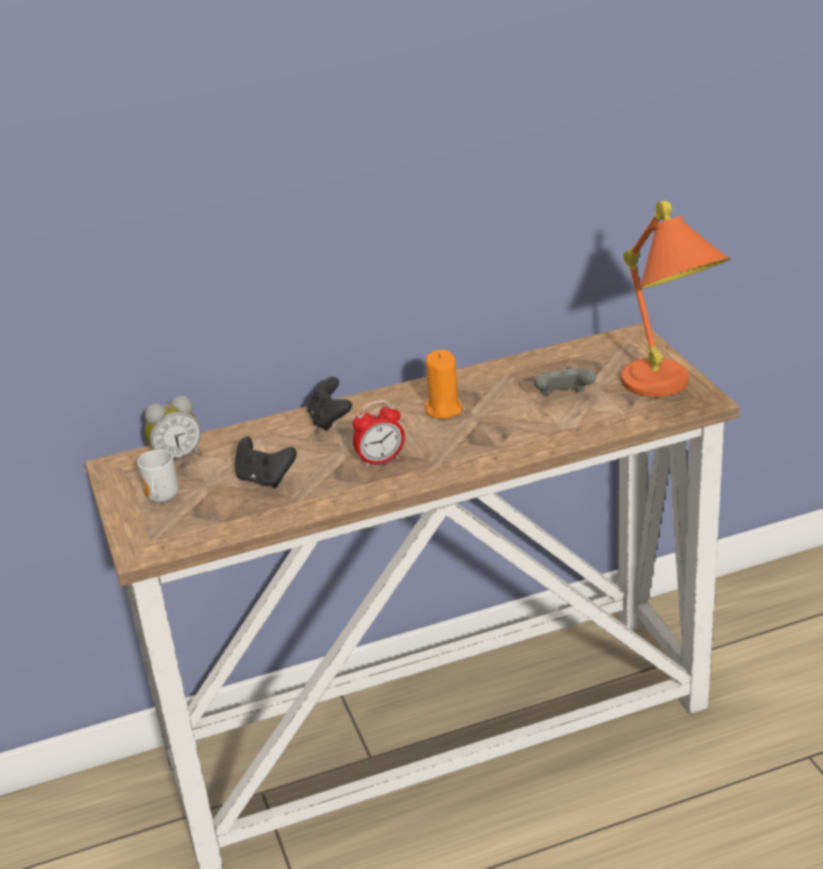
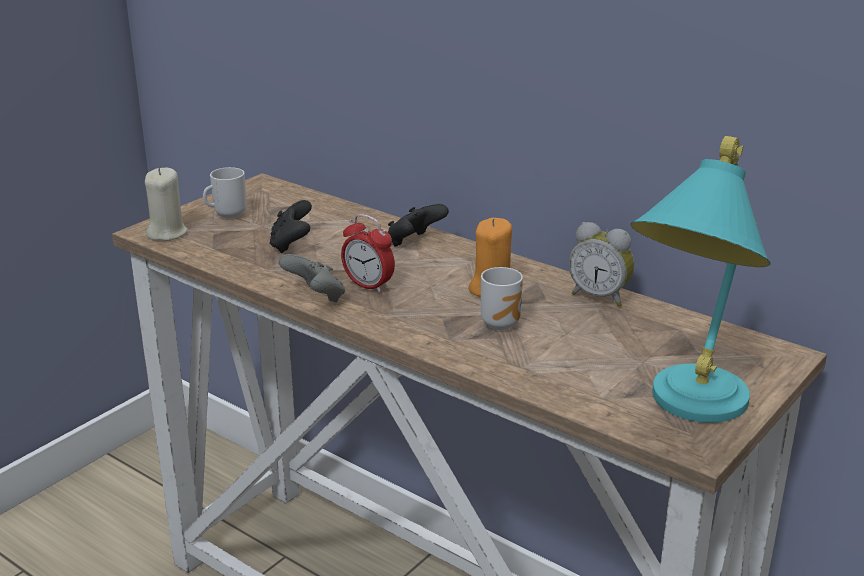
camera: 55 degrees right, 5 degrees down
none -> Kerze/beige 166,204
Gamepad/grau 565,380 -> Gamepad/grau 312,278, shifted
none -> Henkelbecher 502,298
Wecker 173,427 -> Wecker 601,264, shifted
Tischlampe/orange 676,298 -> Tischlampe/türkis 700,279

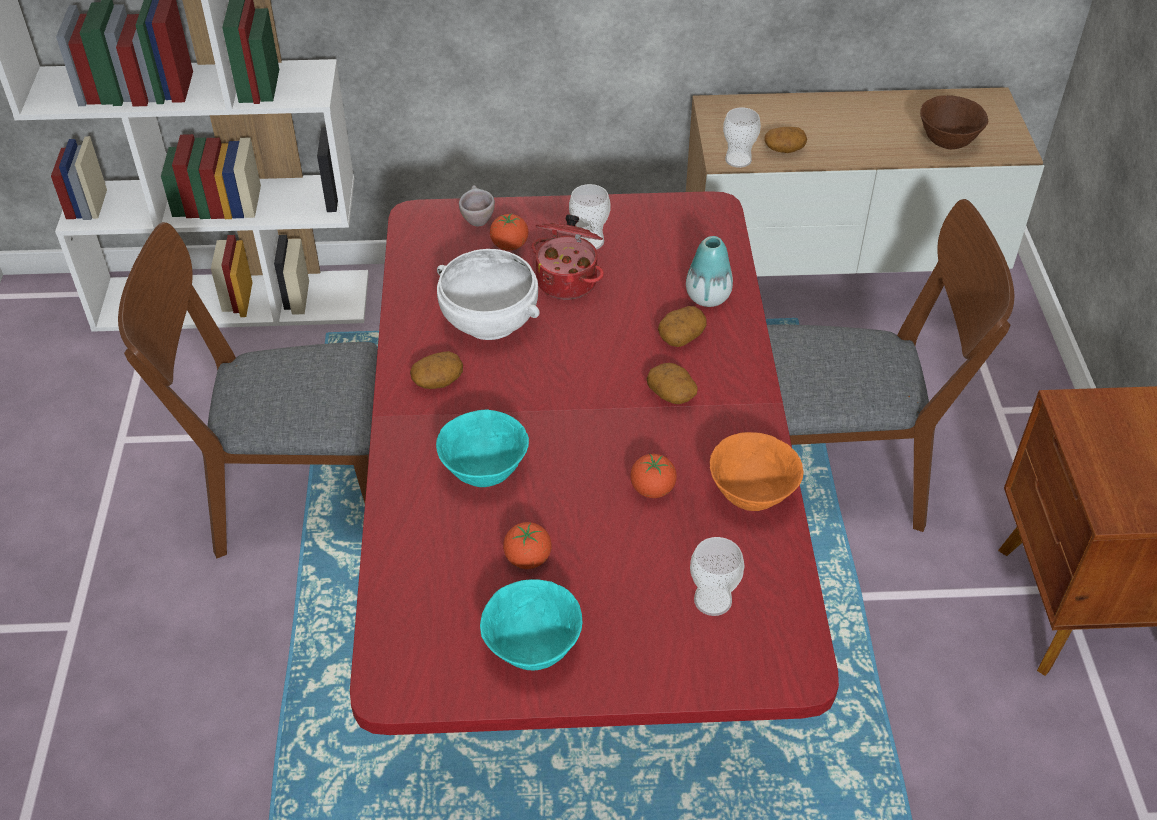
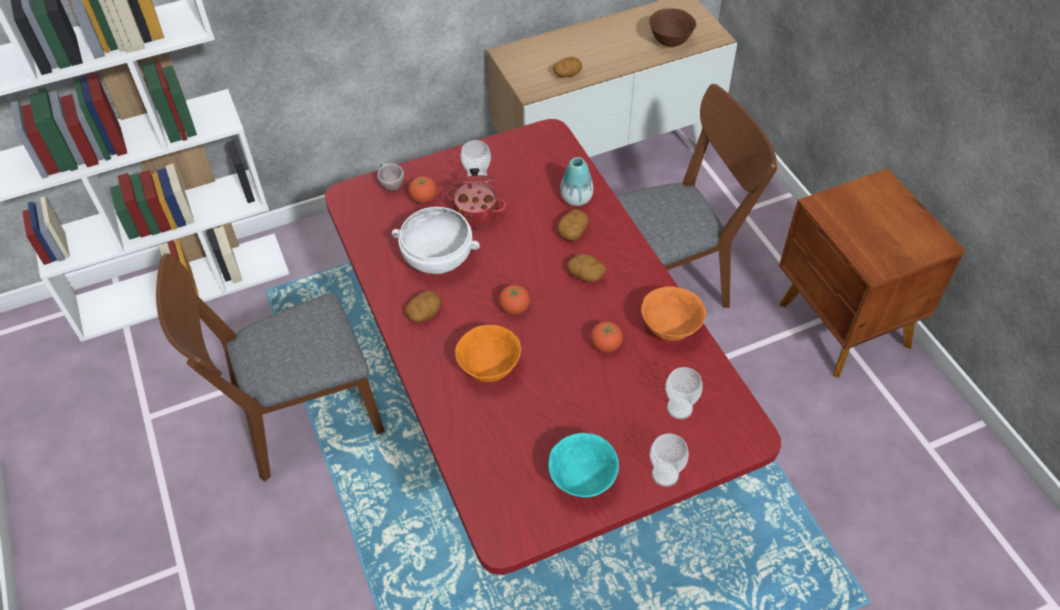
camera: 20 degrees left, 5 degrees up
Schüssel/türkis 482,448 -> Schüssel/orange 488,353
Tomate 527,545 -> Tomate 514,300, shifted
Tasse 742,137 -> Tasse 669,460, shifted

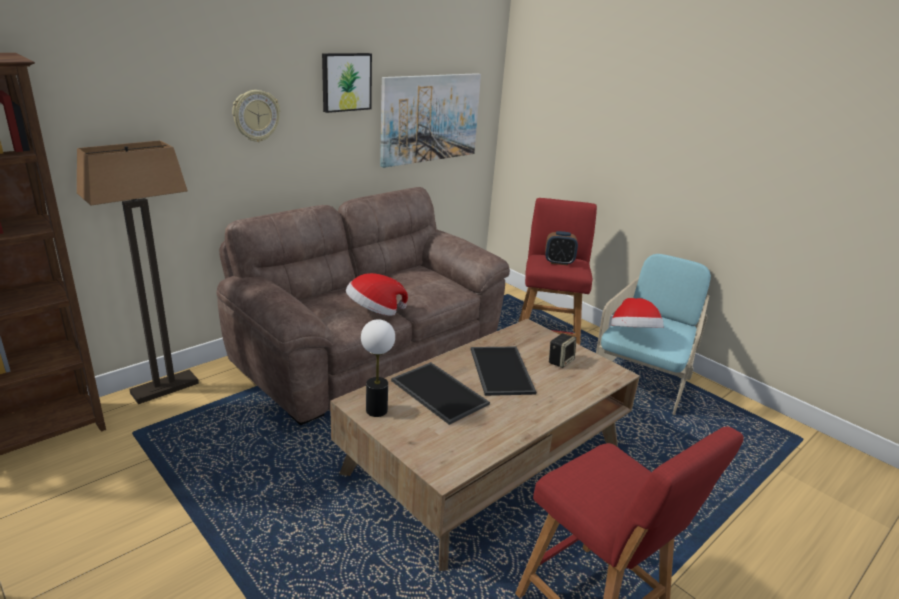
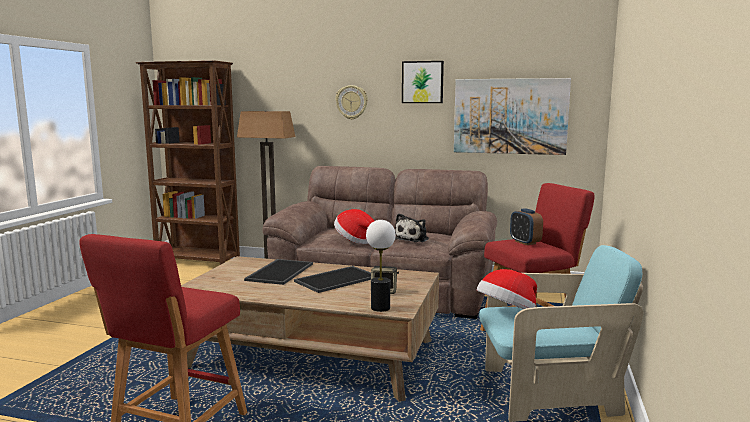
camera: 60 degrees right, 15 degrees down
Tischlampe 378,368 -> Tischlampe 381,266, shifted
none -> Plüschtier 412,227

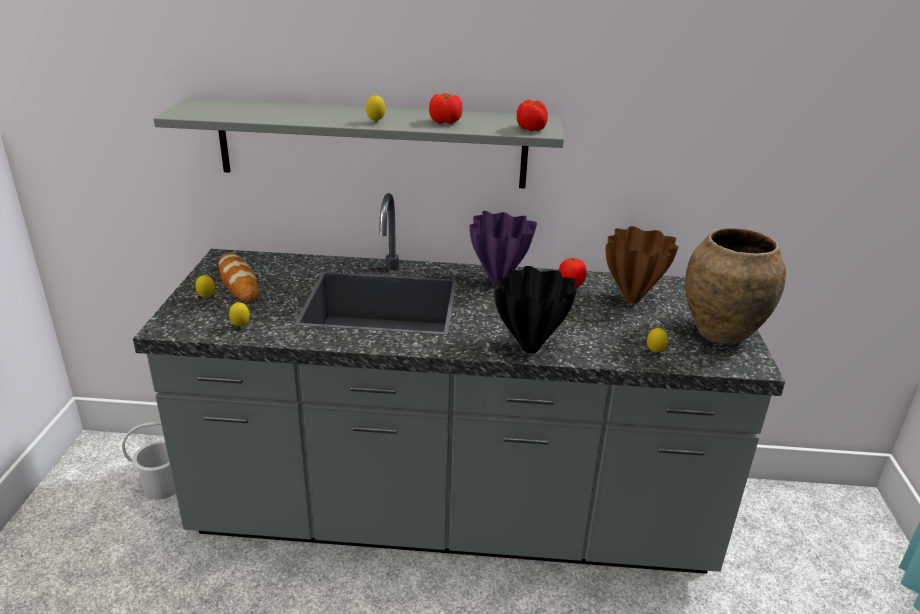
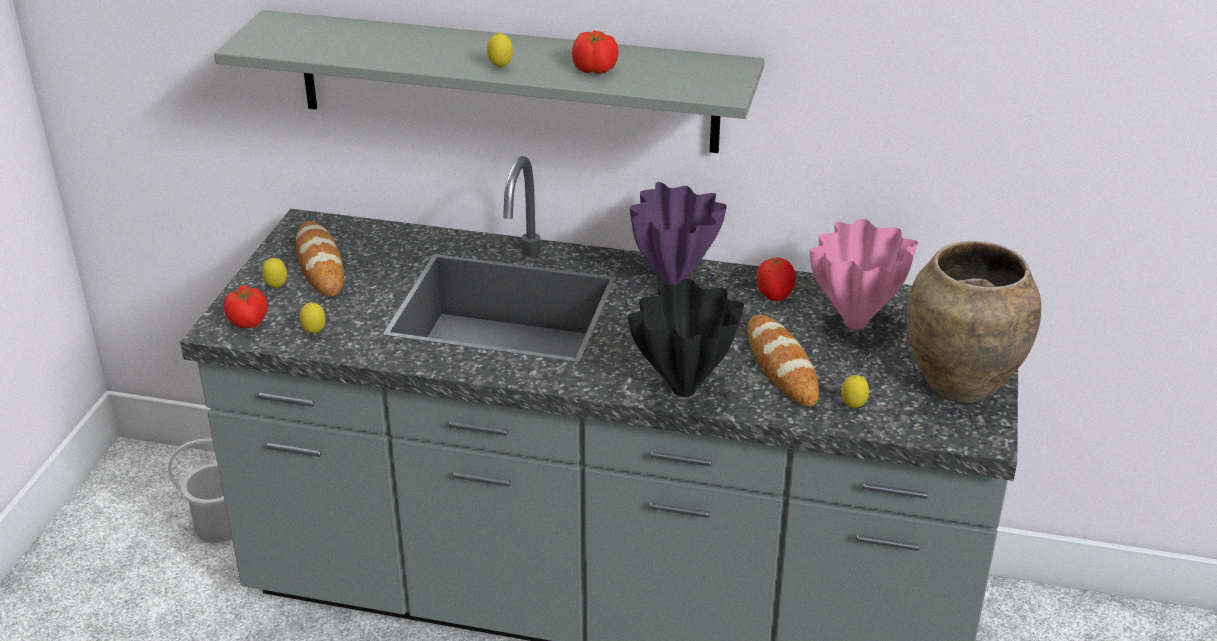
camera: 10 degrees right, 5 degrees up
Tomate 532,115 -> Tomate 245,307, shifted
none -> Brot 783,361
Vase/braun 642,264 -> Vase/rosa 864,274

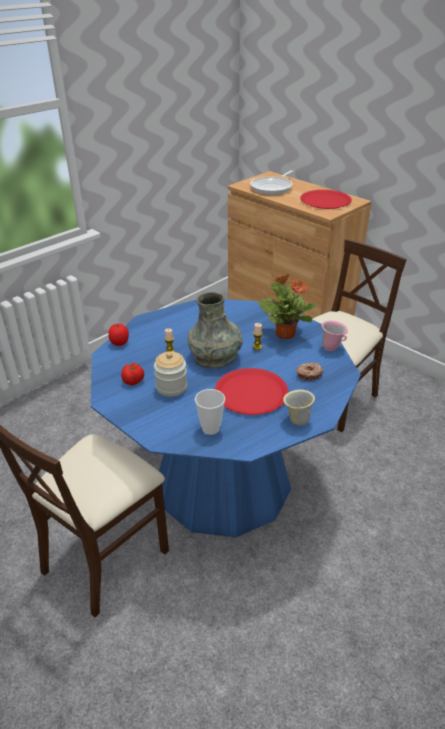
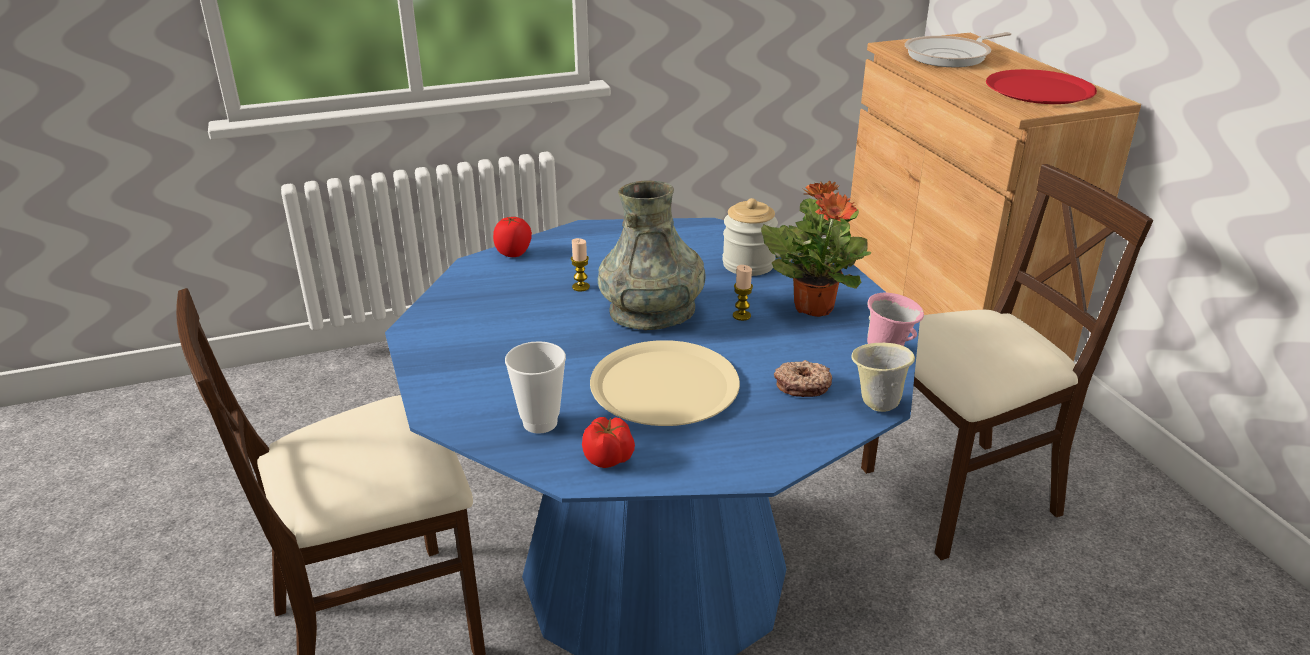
camera: 25 degrees right, 5 degrees down
Tomate 132,374 -> Tomate 608,442, shifted
Teller/rot 252,391 -> Teller/beige 665,383
Vorratsglas 170,374 -> Vorratsglas 750,237, shifted
Henkelbecher/beige 299,407 -> Henkelbecher/beige 883,377, shifted

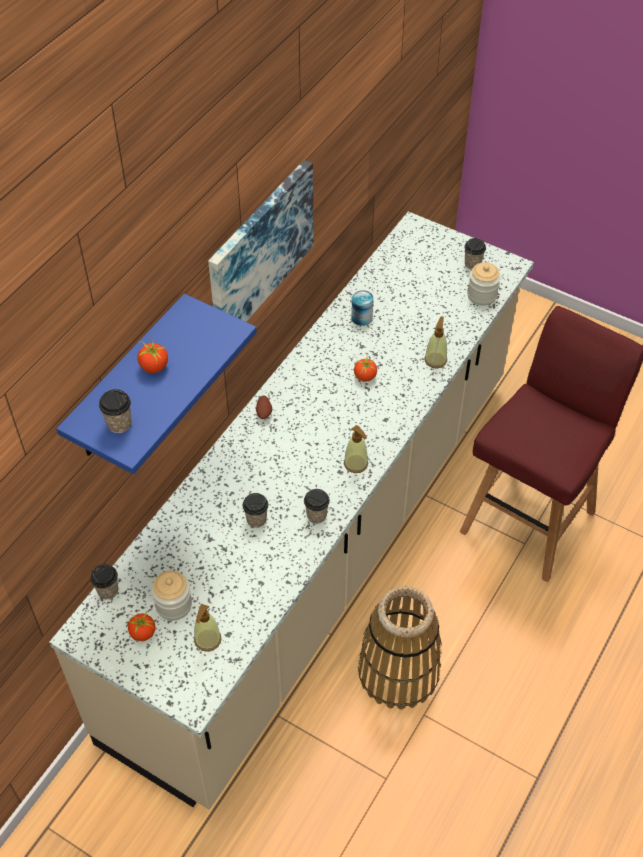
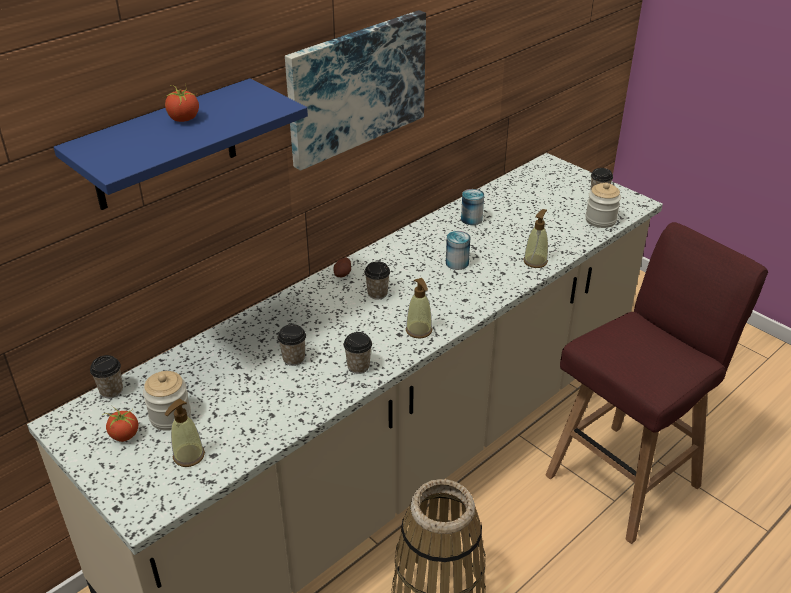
camera: 15 degrees right, 15 degrees down
Tasse 115,411 -> Tasse 377,280, shifted
Tomate 365,367 -> Dose 458,250

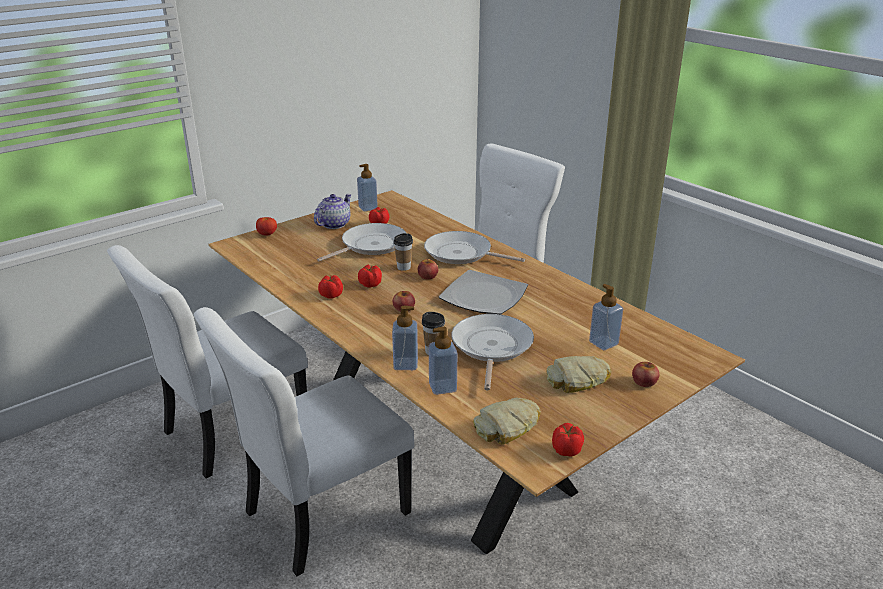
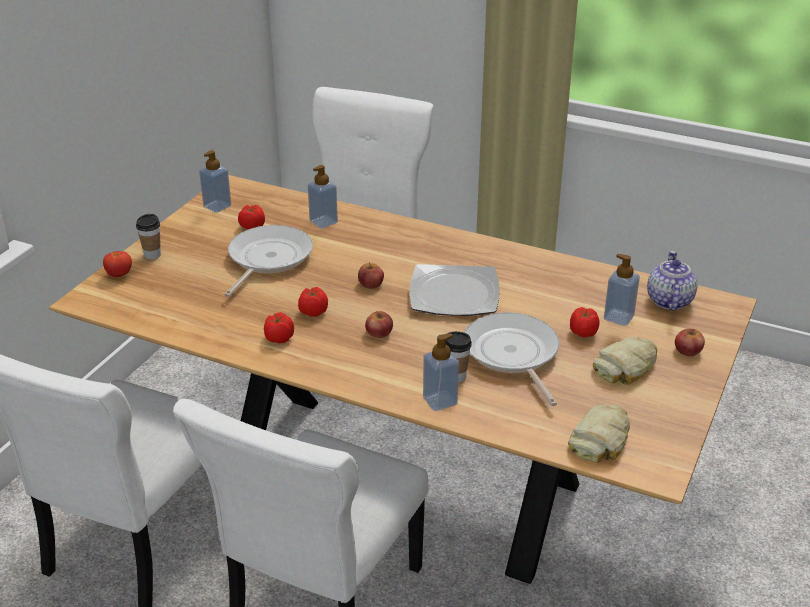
camera: 25 degrees left, 5 degrees up
Tasse 403,252 -> Tasse 148,236, shifted
Seifenspender 443,361 -> Seifenspender 323,196, shifted
Tomate 568,440 -> Tomate 585,322, shifted
Teekanne 333,211 -> Teekanne 672,281, shifted
Pfanne 474,247 -> none

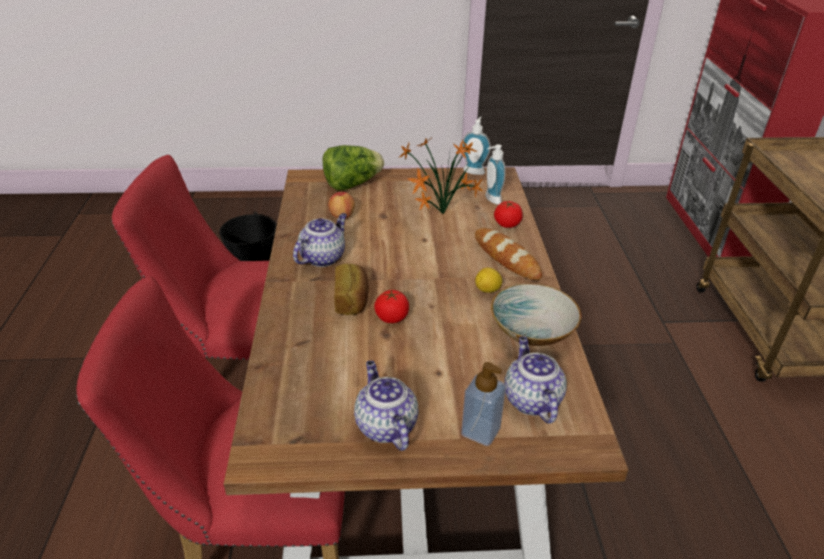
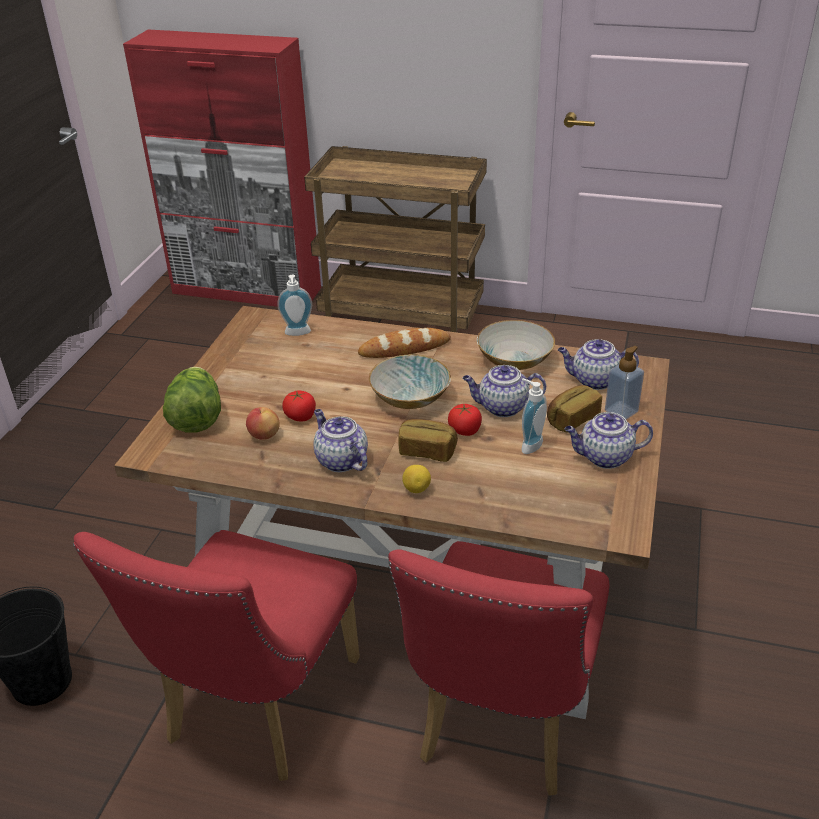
camera: 70 degrees left, 0 degrees up
Tomate 508,214 -> Tomate 299,406, shifted
none -> Schüssel 410,381
Zitrone 488,280 -> Zitrone 416,479, shifted
none -> Teekanne 504,391
Seifenspender 476,146 -> Seifenspender 534,416, shifted
none -> Brot 574,409
Topfpflanze 441,175 -> none

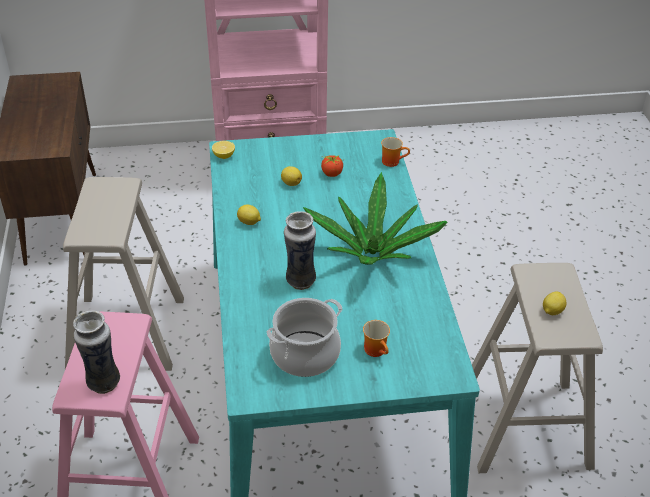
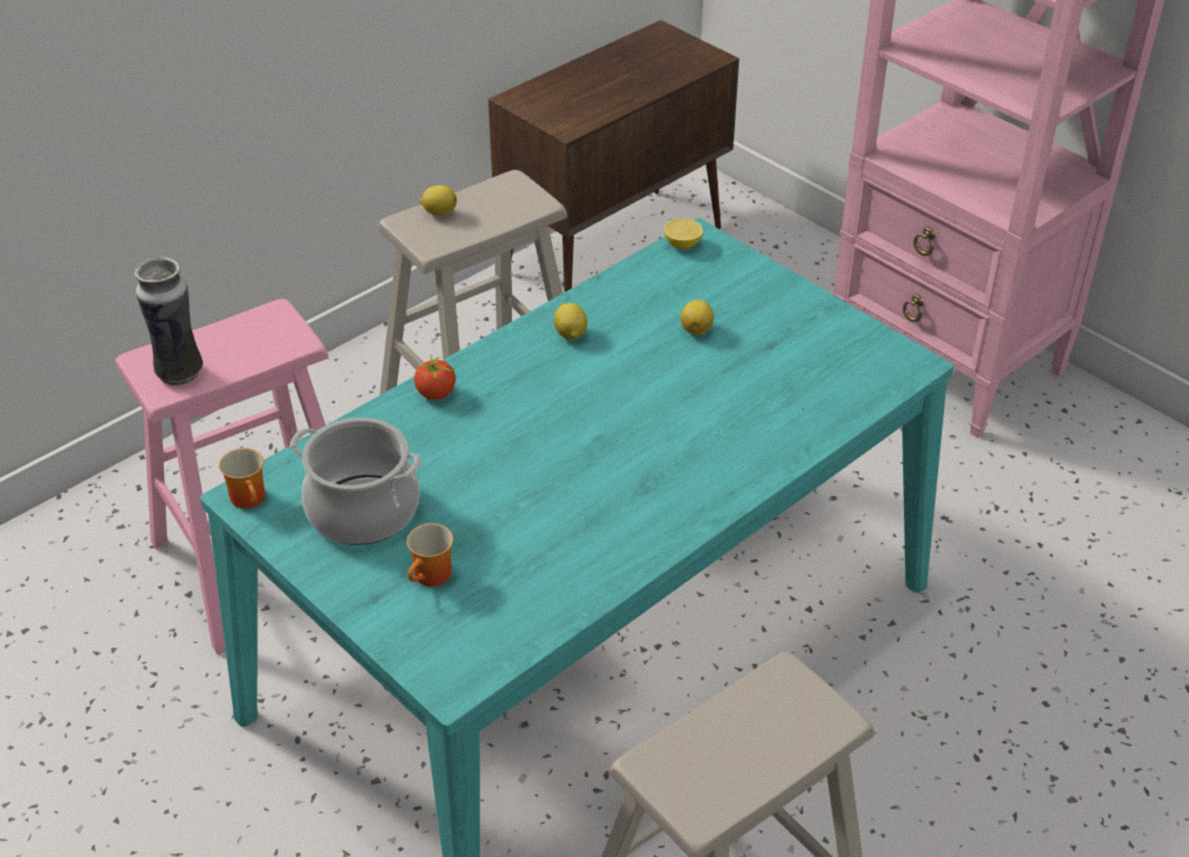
camera: 55 degrees right, 0 degrees up
Henkelbecher 395,152 -> Henkelbecher 242,478, shifted
Tomate 332,165 -> Tomate 435,377, shifted
Zitrone 554,303 -> Zitrone 438,200, shifted
Vase 300,250 -> none
Topfpflanze 375,218 -> none

